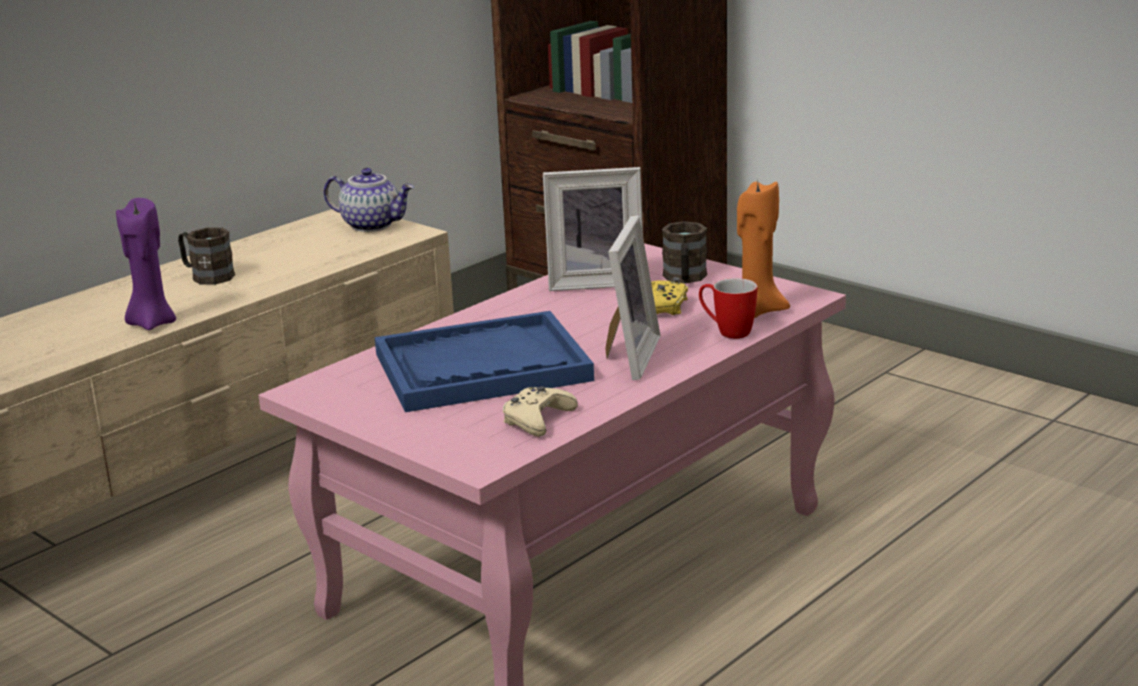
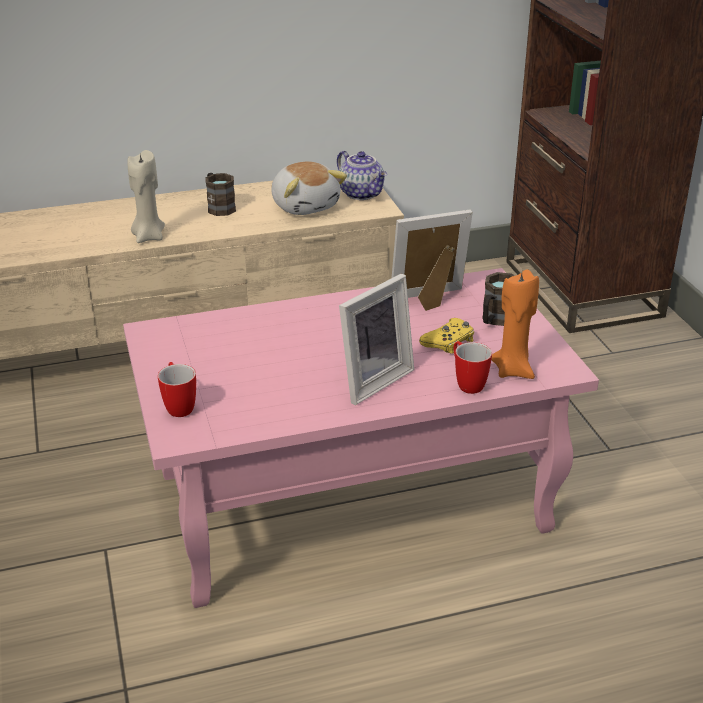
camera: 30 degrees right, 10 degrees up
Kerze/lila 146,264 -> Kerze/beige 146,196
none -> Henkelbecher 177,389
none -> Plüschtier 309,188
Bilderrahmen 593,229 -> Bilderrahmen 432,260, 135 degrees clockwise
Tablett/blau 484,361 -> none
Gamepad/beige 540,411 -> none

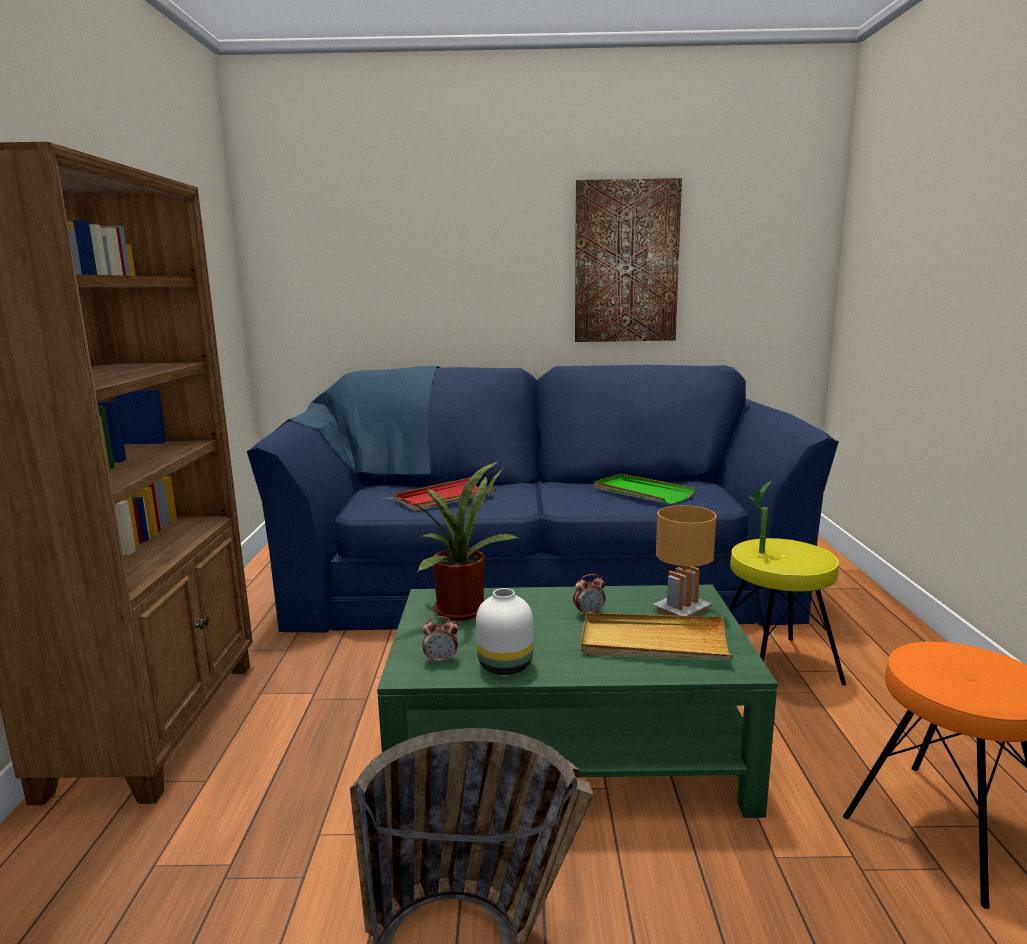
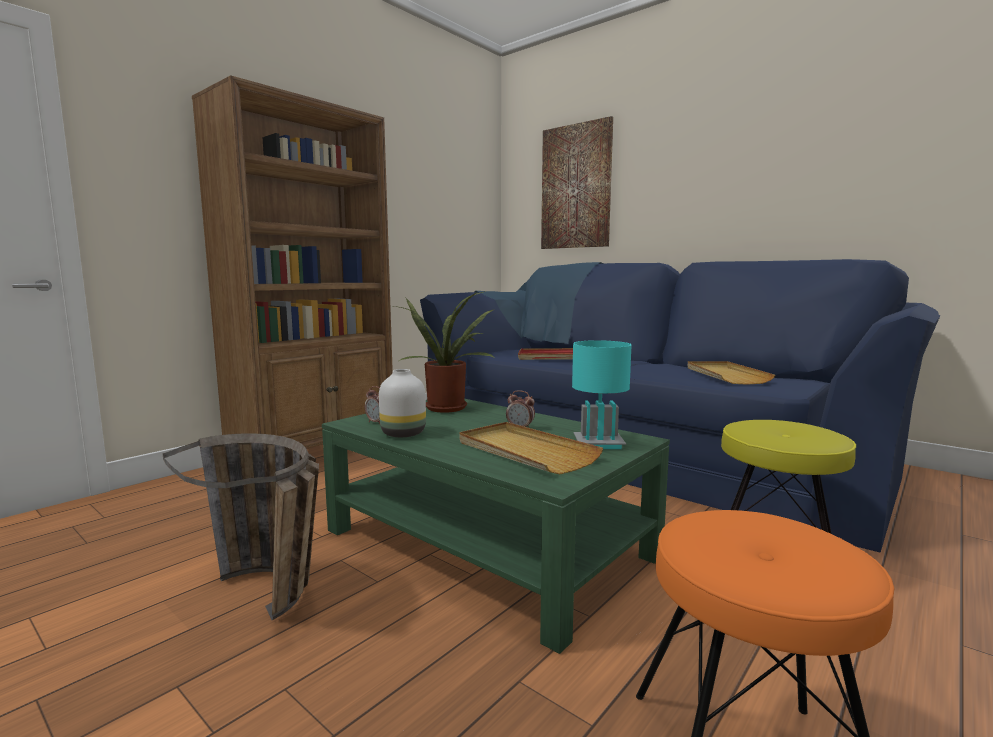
camera: 40 degrees right, 5 degrees down
Bild 628,260 -> Bild 577,182, shifted
Tischlampe/braun 684,560 -> Tischlampe/türkis 602,394
Tablett/grün 644,489 -> Tablett/beige 731,373
Topfpflanze 759,517 -> none

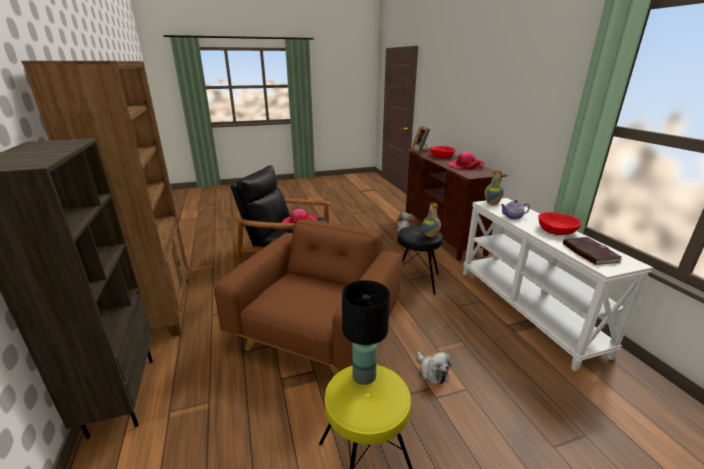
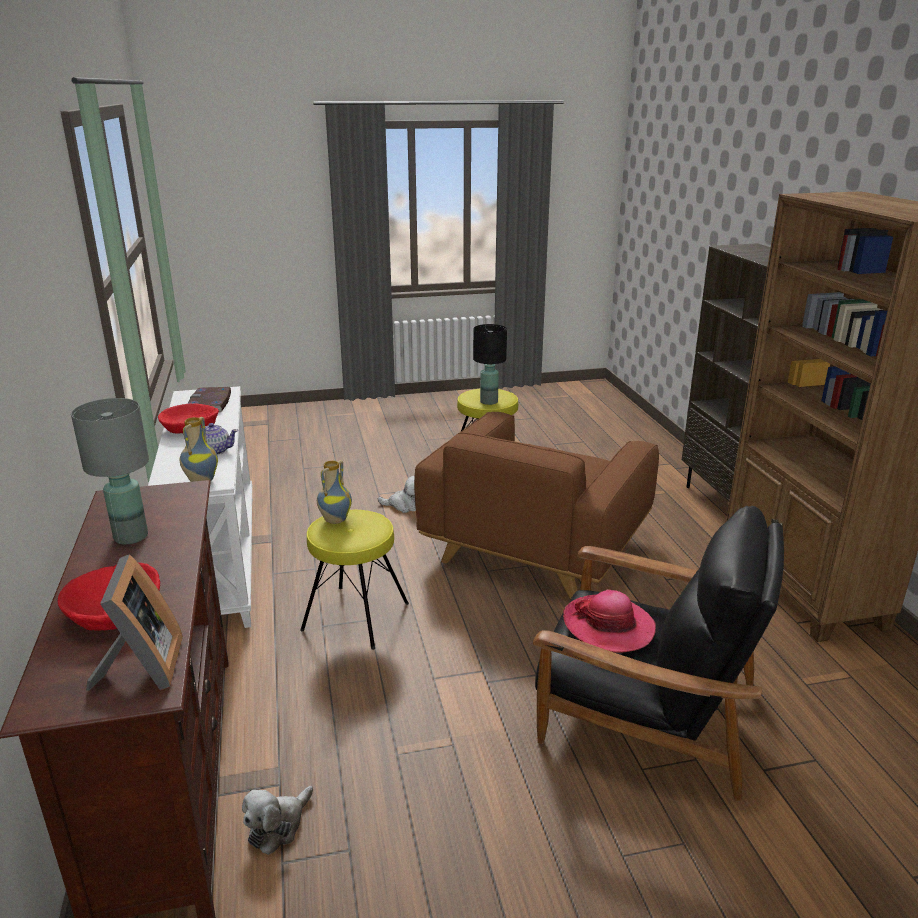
camera: 175 degrees left, 0 degrees up
Hut 466,160 -> Tischlampe/grau 110,471
Hocker/schwarz 420,260 -> Hocker/gelb 354,580
Plüschtier 434,368 -> Plüschtier 397,494, 120 degrees clockwise

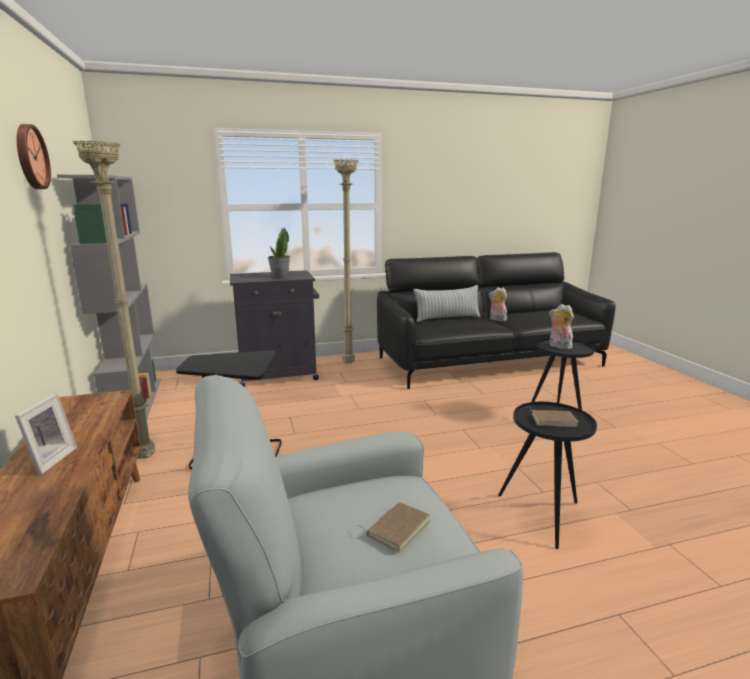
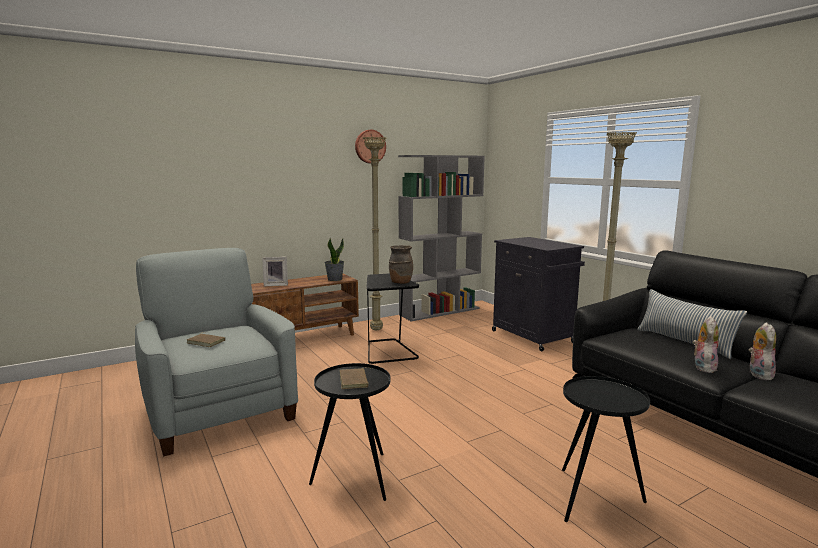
camera: 75 degrees right, 5 degrees down
Topfpflanze 278,253 -> Topfpflanze 334,259, shifted
none -> Vase/braun 401,264
Plüschtier 561,326 -> Plüschtier 706,344, shifted

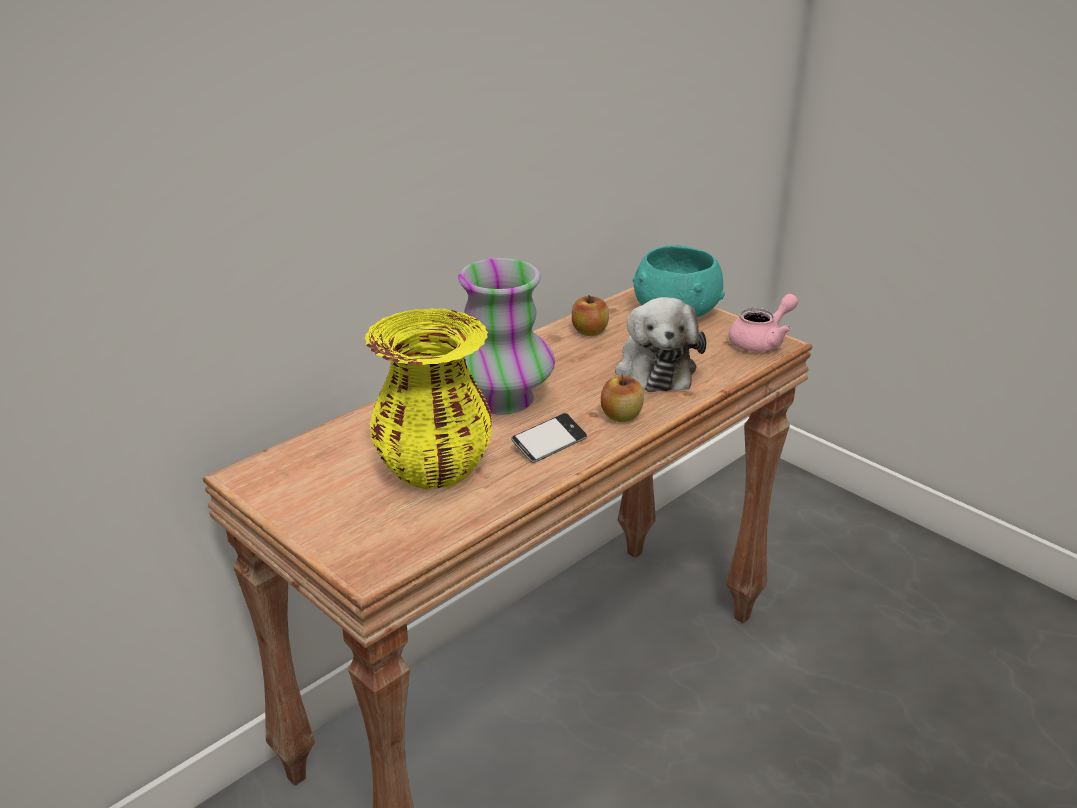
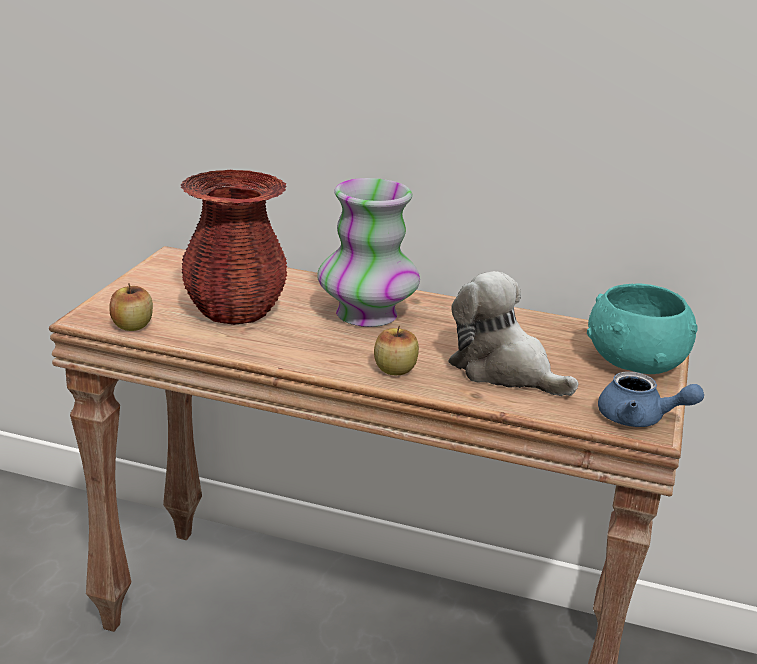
camera: 60 degrees right, 5 degrees down
Apfel 590,315 -> Apfel 131,307, shifted
Vase/gelb 428,399 -> Vase/rot 234,247
Plüschtier 660,344 -> Plüschtier 513,333, 75 degrees clockwise
Teekanne/rosa 763,323 -> Teekanne/blau 651,399
Handy 549,438 -> none

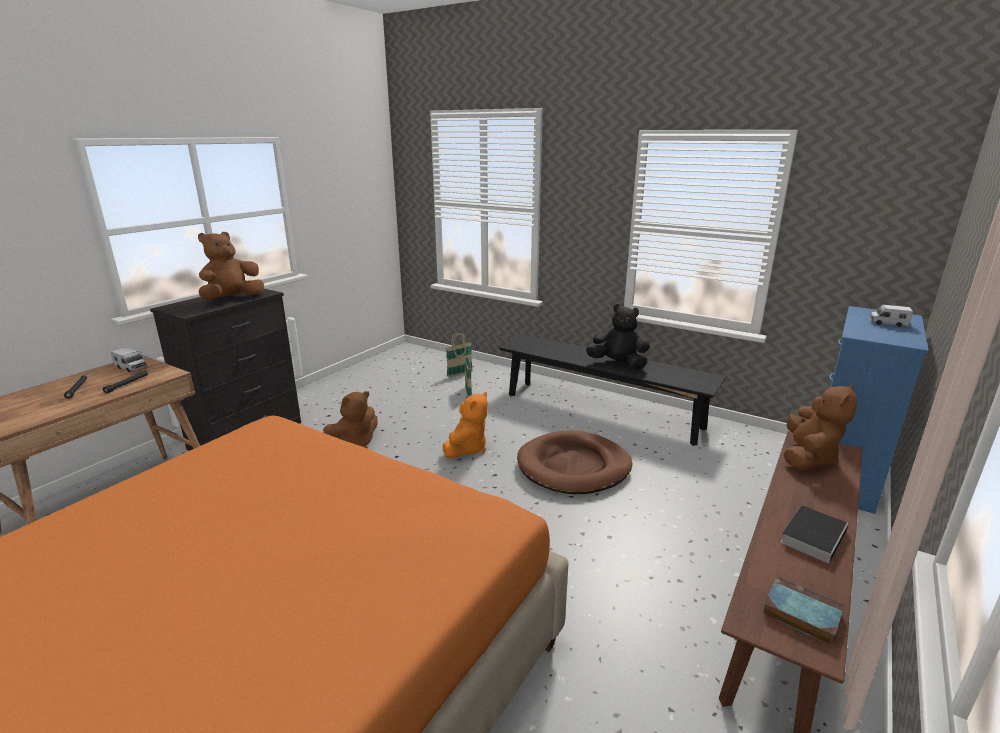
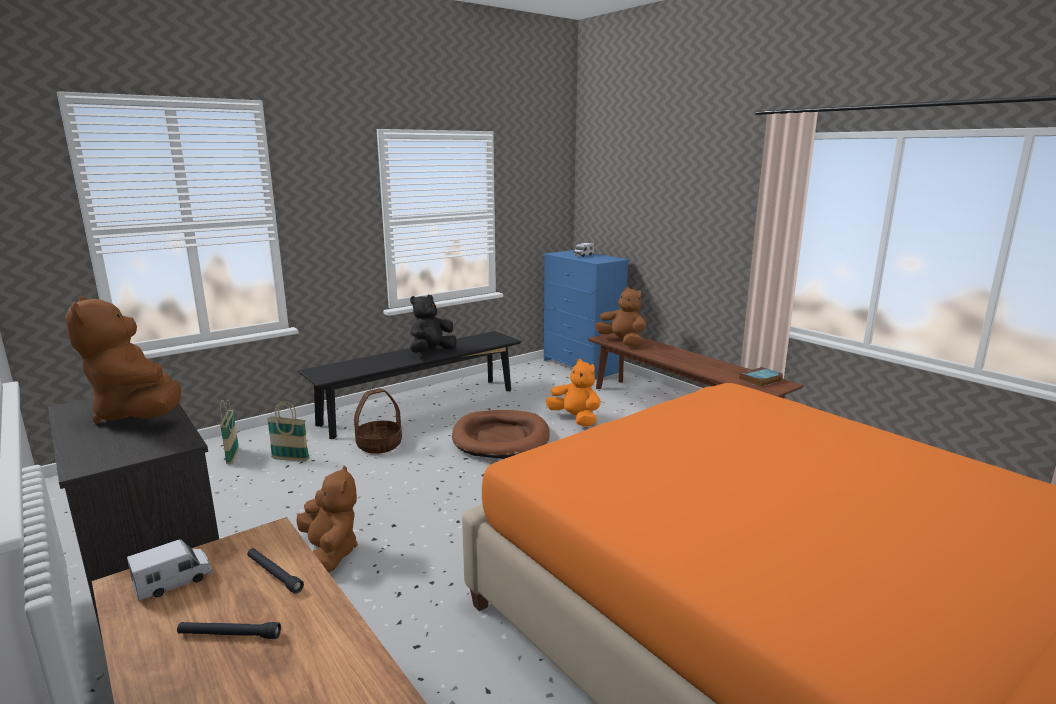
camera: 70 degrees left, 5 degrees down
none -> Korb 378,421
Plüschtier/orange 465,425 -> Plüschtier/orange 573,392, shifted
Buch 814,534 -> none

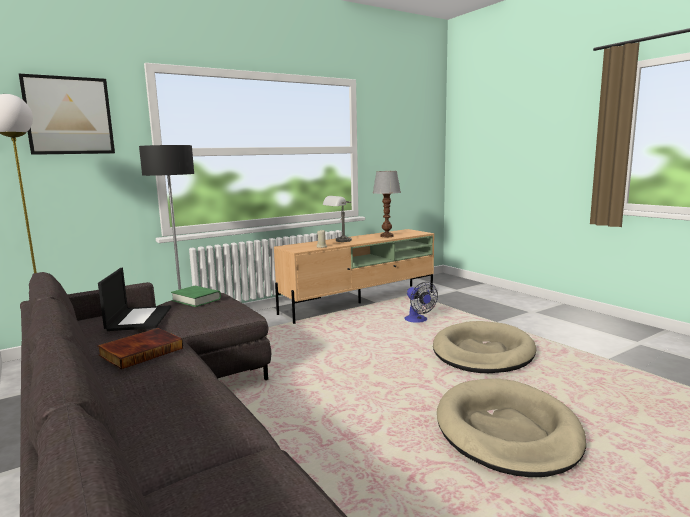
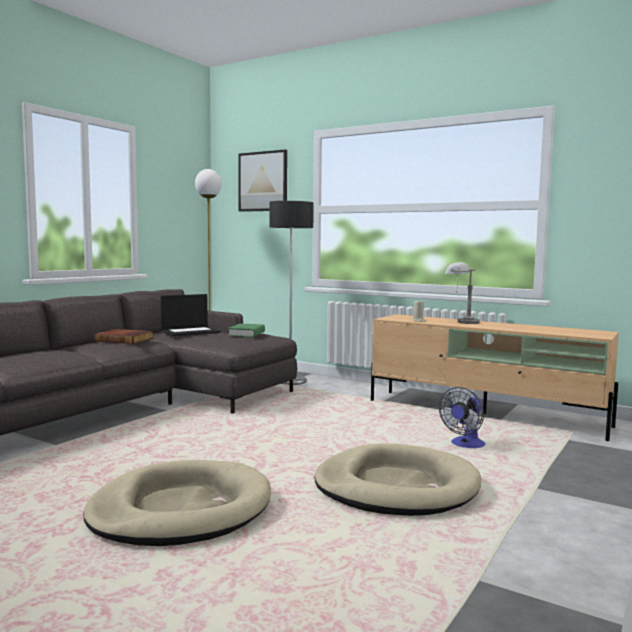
camera: 65 degrees right, 5 degrees down
Tischlampe 387,204 -> none

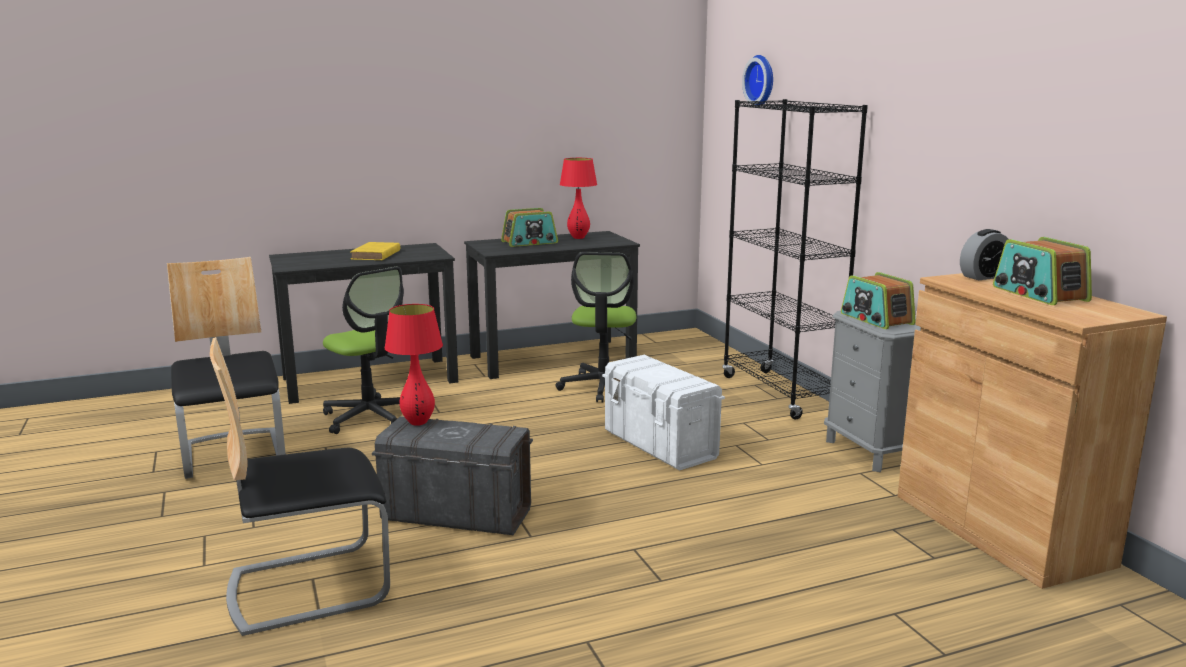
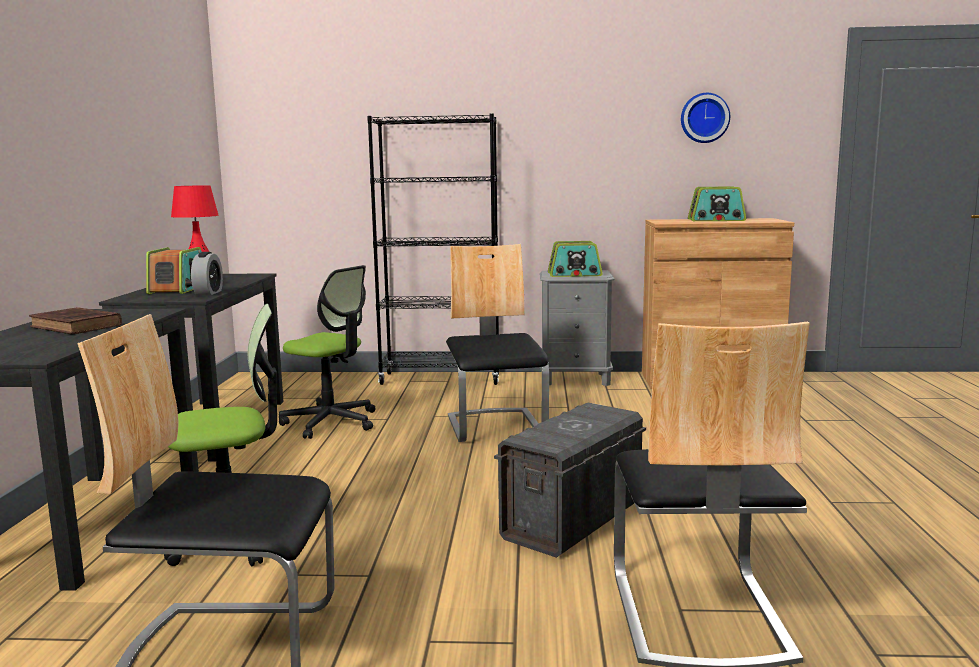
camera: 65 degrees left, 5 degrees down
Buch/gelb 375,251 -> Buch/braun 75,320
Wecker 984,254 -> Wecker 207,273, shifted
Aufbewahrungsbox/weiß 663,413 -> Stuhl 497,343
Wanduhr 757,81 -> Wanduhr 705,118, shifted
Tischlampe/rot 413,365 -> none

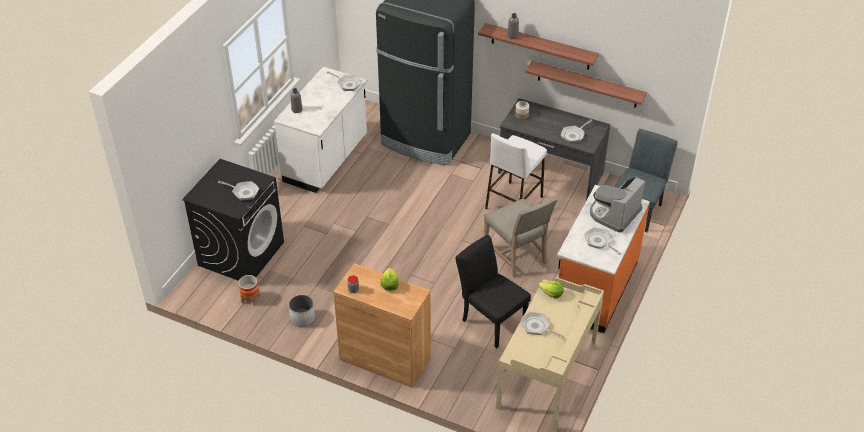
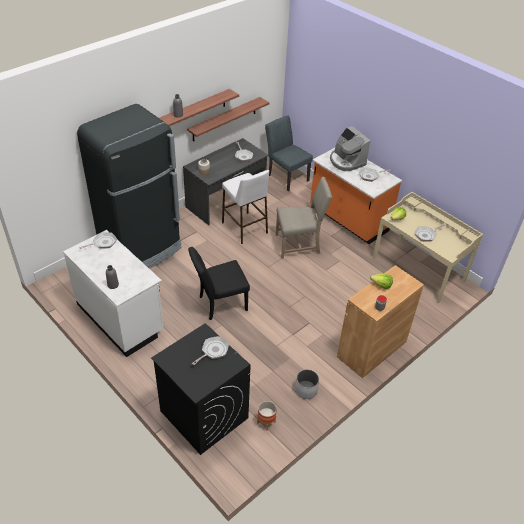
camera: 70 degrees left, 0 degrees up
Stuhl/schwarz 493,291 -> Stuhl/schwarz 219,283, shifted

